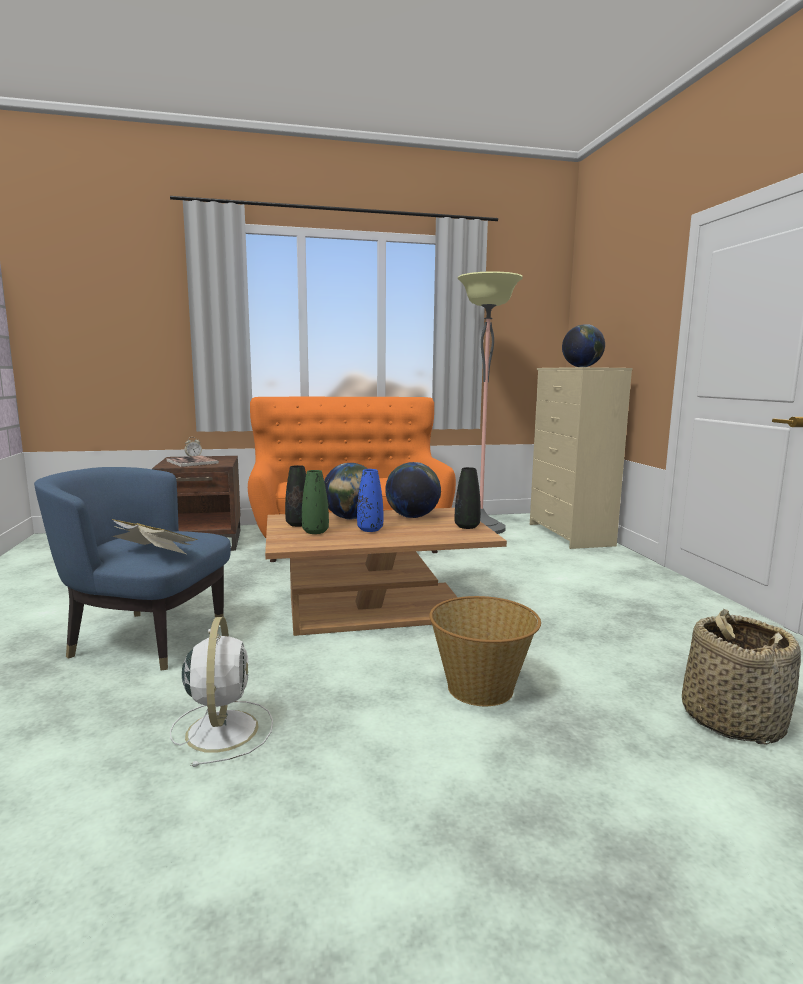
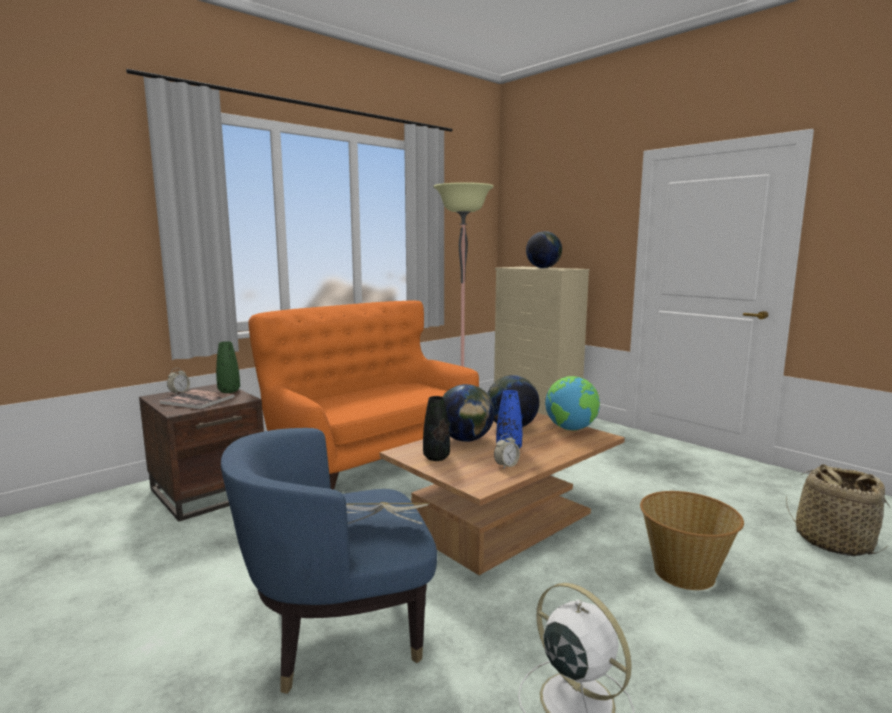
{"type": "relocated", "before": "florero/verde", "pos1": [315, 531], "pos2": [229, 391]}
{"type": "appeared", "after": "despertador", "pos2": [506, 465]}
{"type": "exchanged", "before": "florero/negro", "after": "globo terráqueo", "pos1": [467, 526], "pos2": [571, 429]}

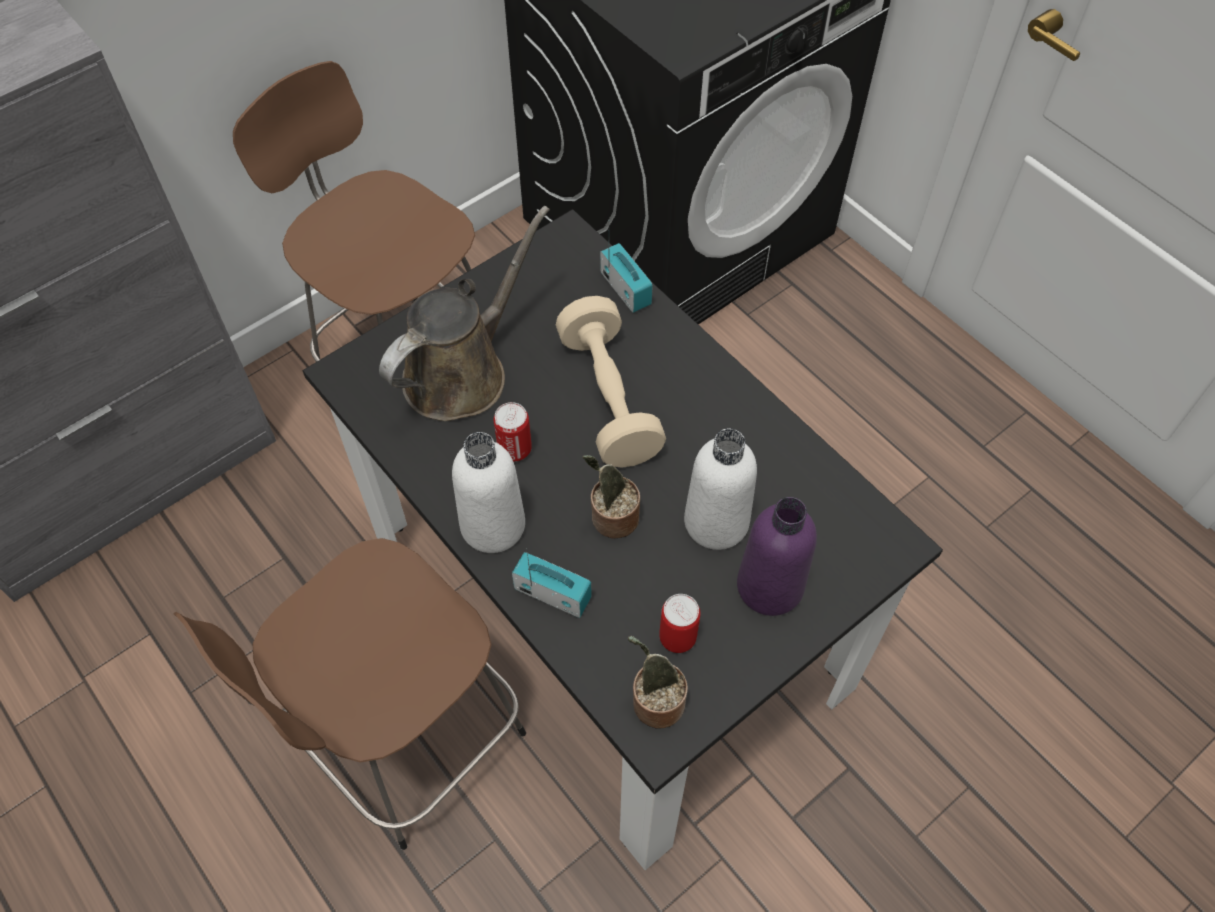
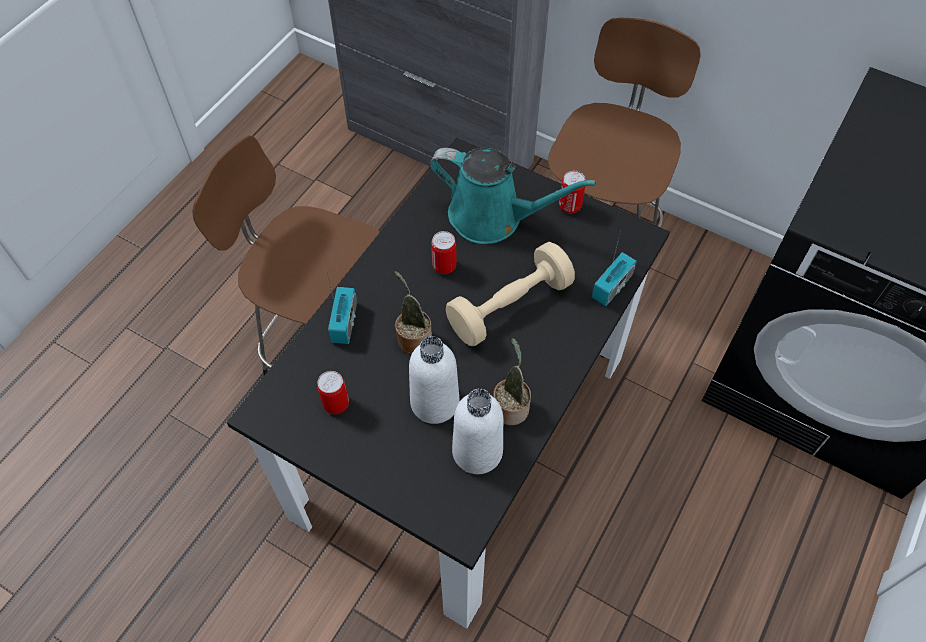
{"type": "colour", "before": "regadera/marrón", "after": "regadera/turquesa", "pos1": [462, 372], "pos2": [492, 217]}
{"type": "relocated", "before": "botella/blanco", "pos1": [493, 525], "pos2": [477, 451]}
{"type": "relocated", "before": "planta en maceta", "pos1": [654, 702], "pos2": [510, 406]}
{"type": "appeared", "after": "lata", "pos2": [570, 206]}
{"type": "missing", "before": "botella/morado", "pos1": [770, 586]}

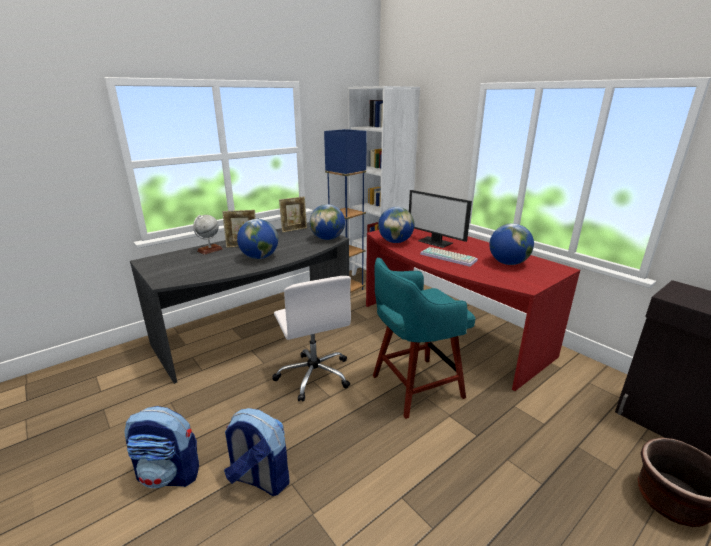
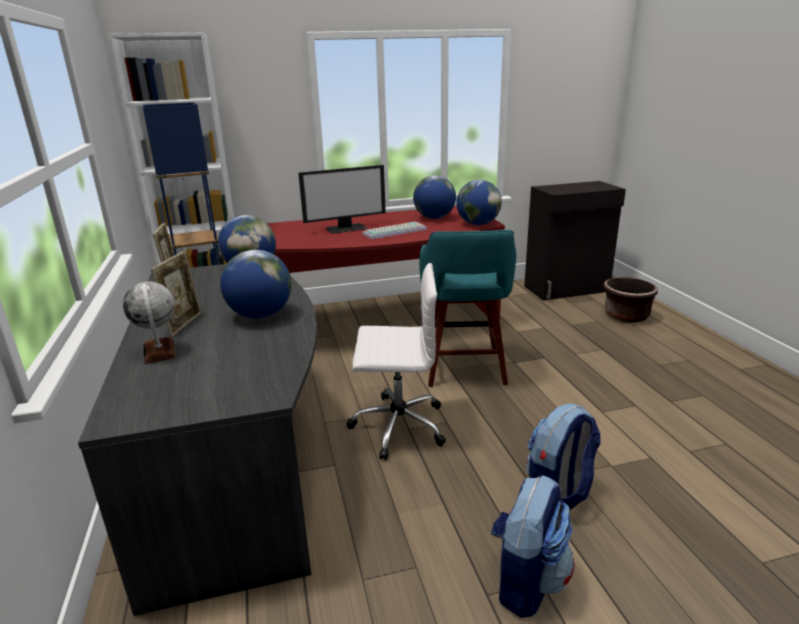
{"type": "relocated", "before": "globo terráqueo", "pos1": [395, 242], "pos2": [478, 224]}

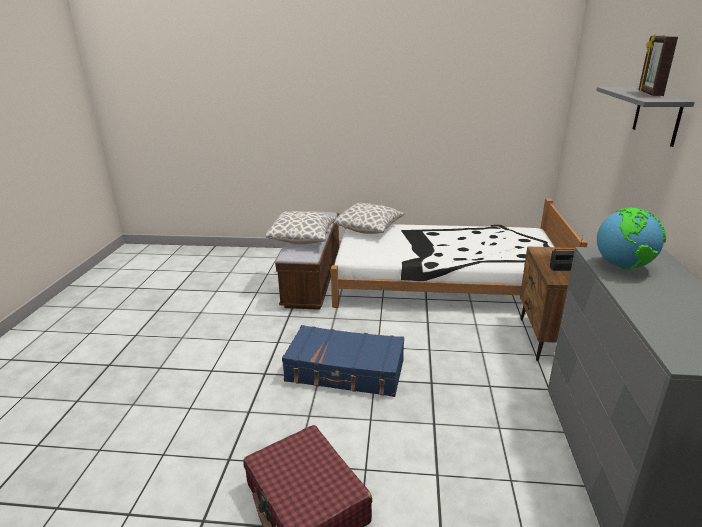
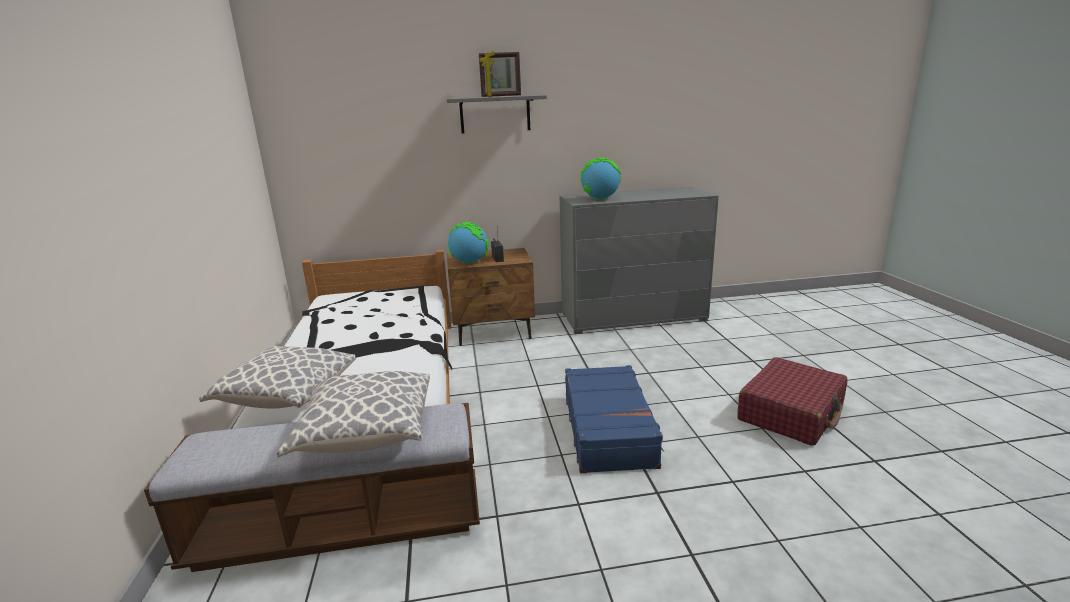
{"type": "appeared", "after": "globo terráqueo", "pos2": [469, 262]}

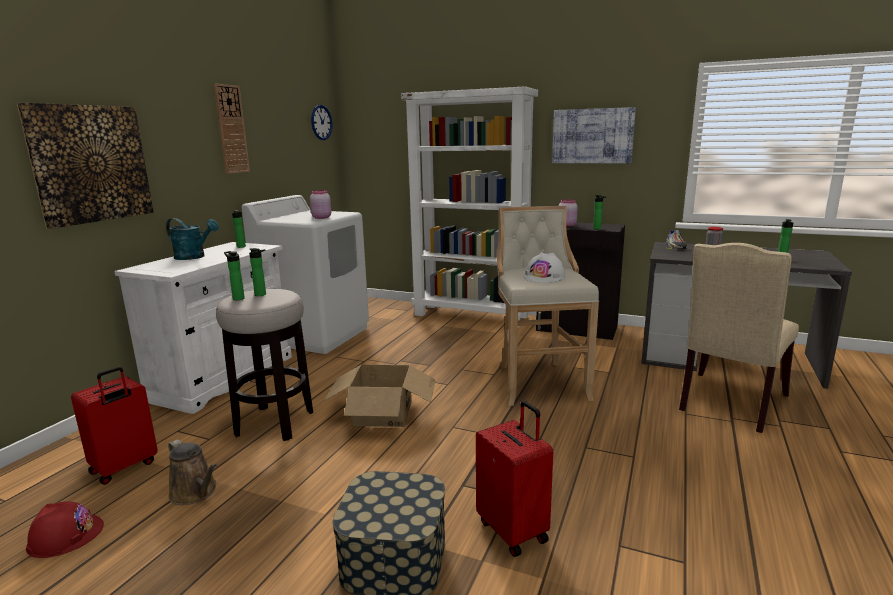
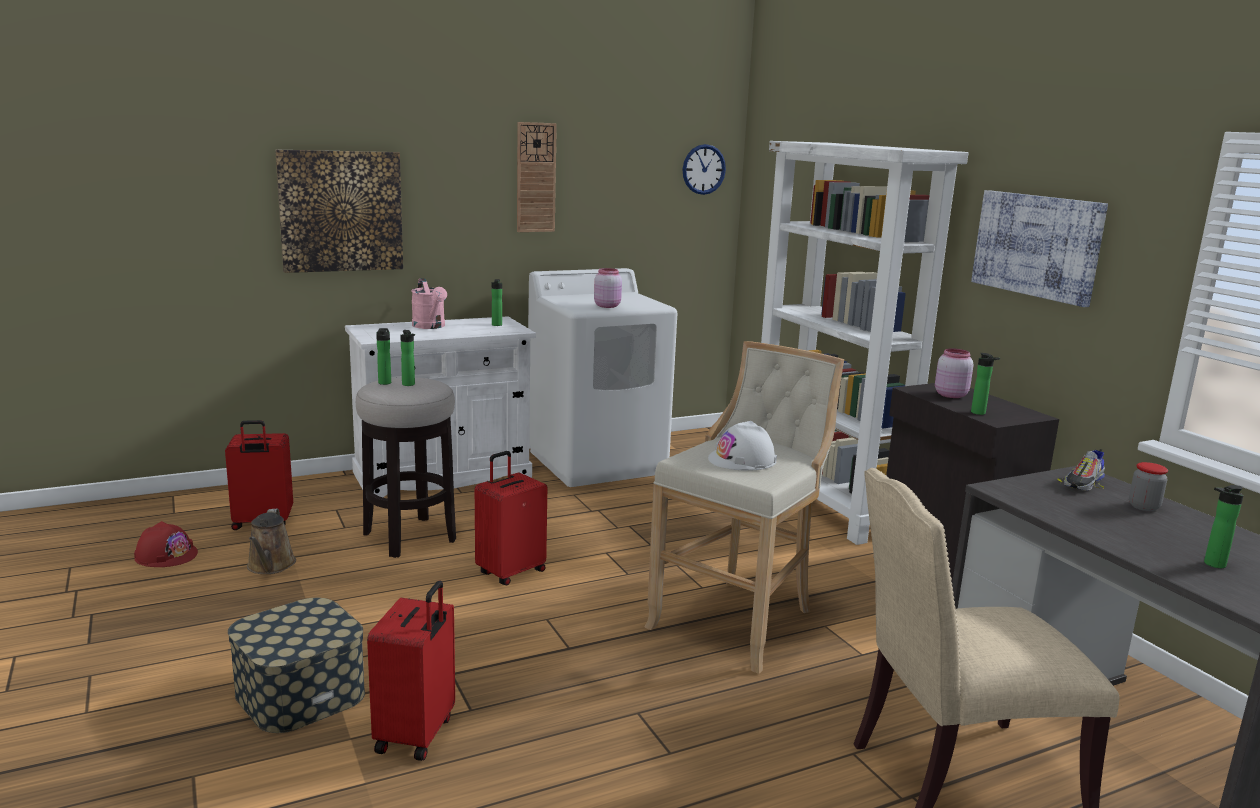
{"type": "colour", "before": "regadera/turquesa", "after": "regadera/rosa", "pos1": [194, 257], "pos2": [430, 326]}
{"type": "exchanged", "before": "caja de cartón", "after": "maleta/rojo", "pos1": [383, 413], "pos2": [510, 572]}

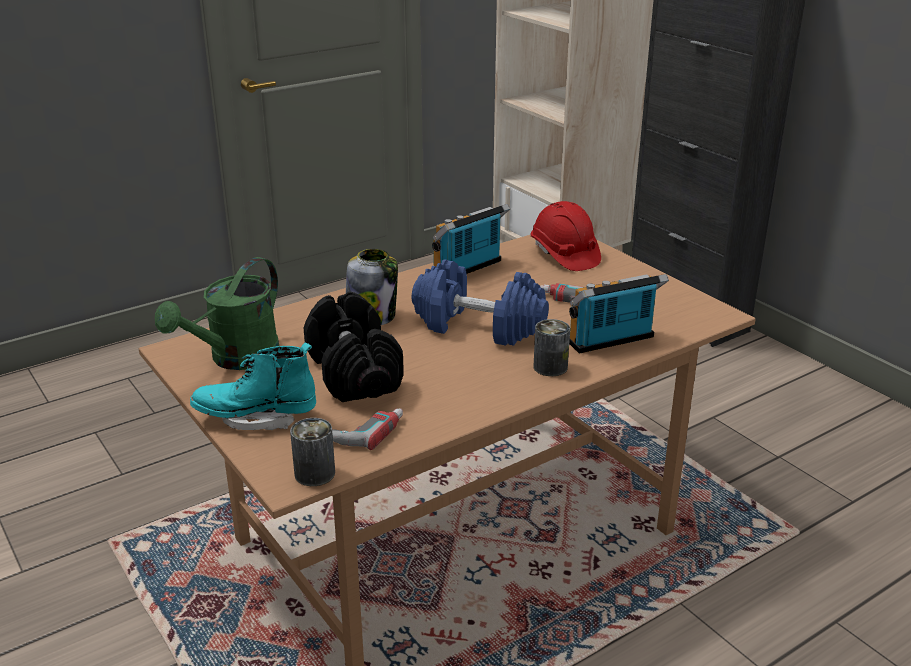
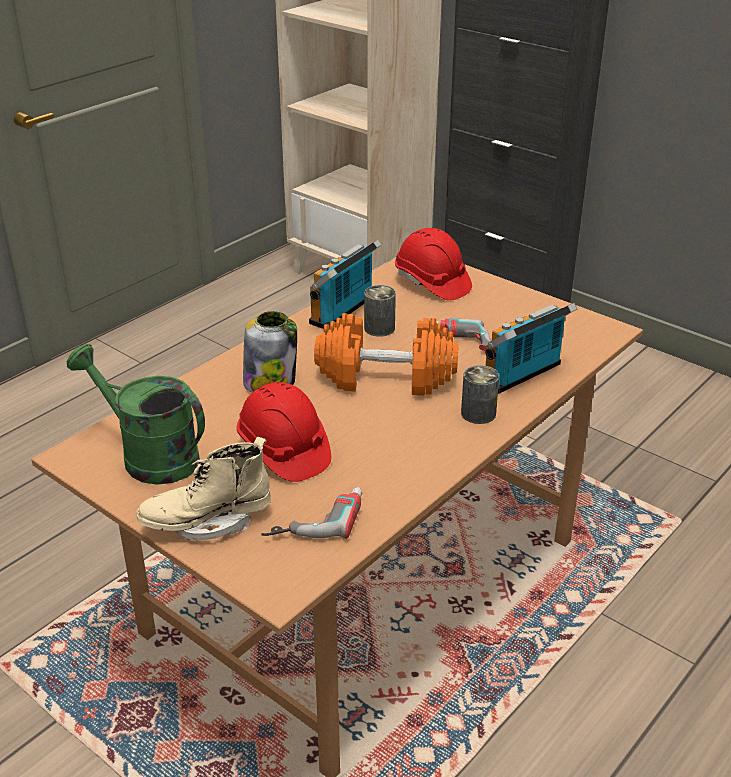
{"type": "spun", "before": "regadera/verde", "pos1": [236, 359], "pos2": [149, 455], "turn": 105}
{"type": "colour", "before": "bota/turquesa", "after": "bota/beis", "pos1": [256, 417], "pos2": [207, 522]}
{"type": "exchanged", "before": "mancuerna/negro", "after": "casco/rojo", "pos1": [353, 372], "pos2": [283, 451]}
{"type": "colour", "before": "mancuerna/azul", "after": "mancuerna/naranja", "pos1": [478, 326], "pos2": [385, 378]}
{"type": "relocated", "before": "lata", "pos1": [314, 473], "pos2": [379, 328]}

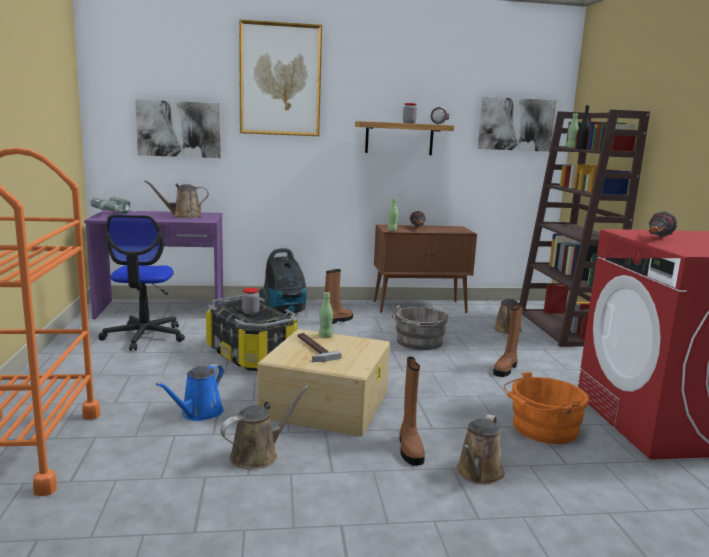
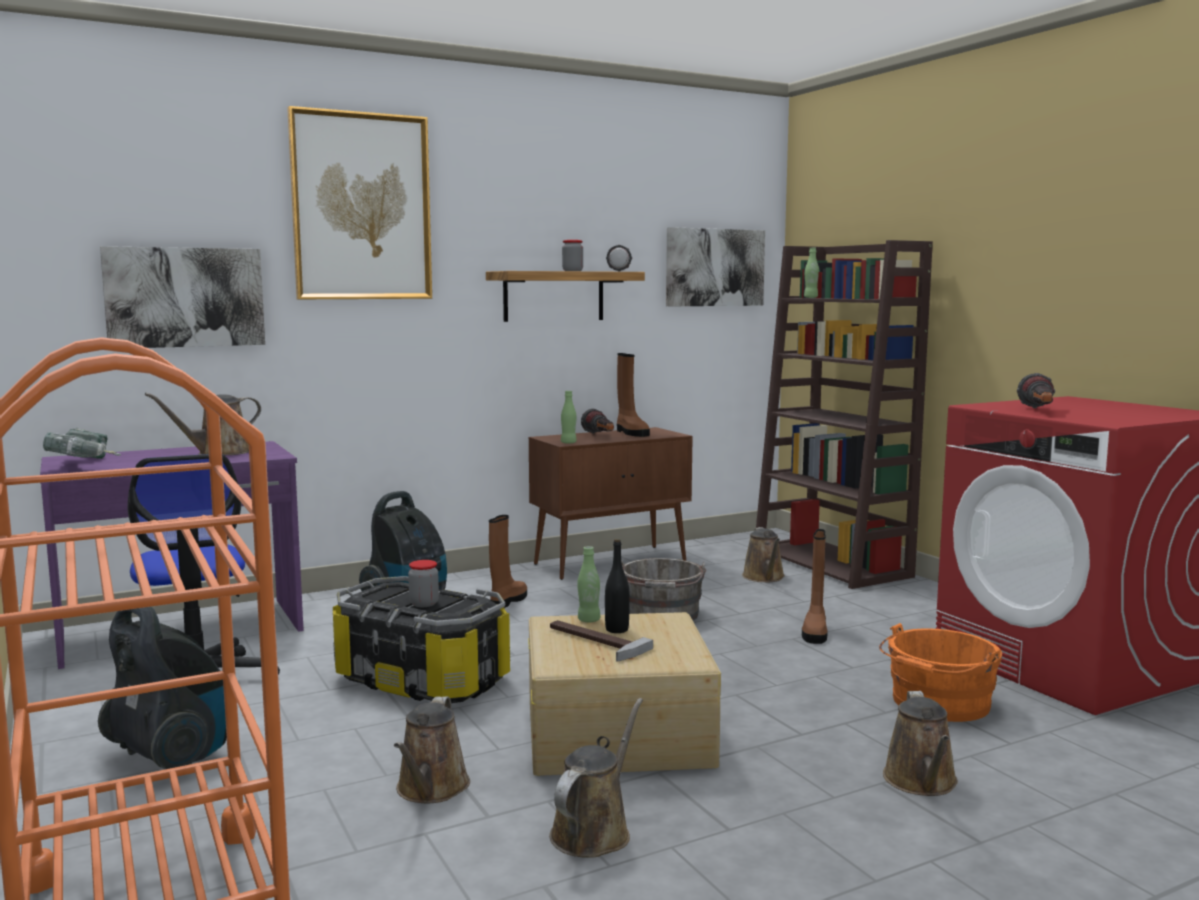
{"type": "appeared", "after": "aspiradora", "pos2": [171, 757]}
{"type": "colour", "before": "regadera/azul", "after": "regadera/marrón", "pos1": [199, 413], "pos2": [431, 789]}
{"type": "relocated", "before": "botella/negro", "pos1": [581, 149], "pos2": [617, 629]}
{"type": "relocated", "before": "bota/marrón", "pos1": [409, 448], "pos2": [631, 433]}

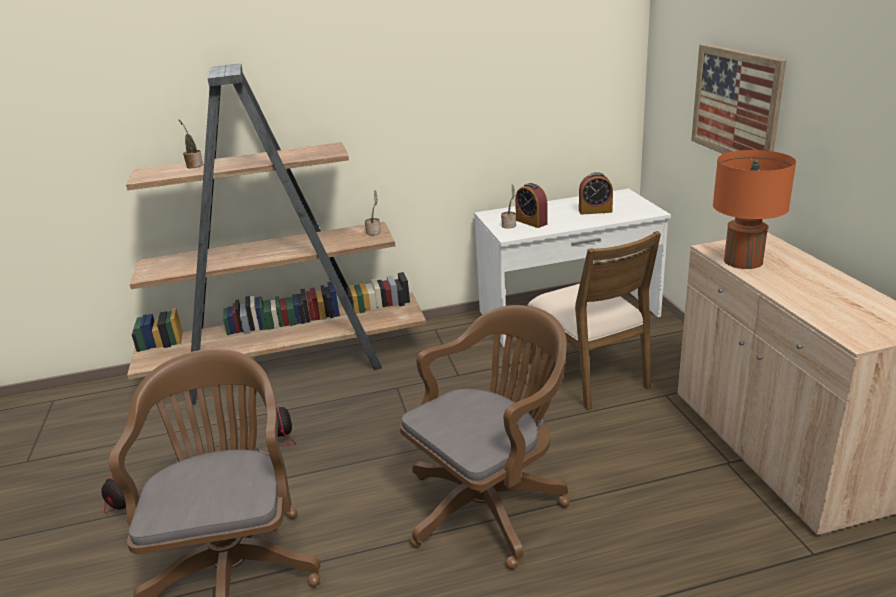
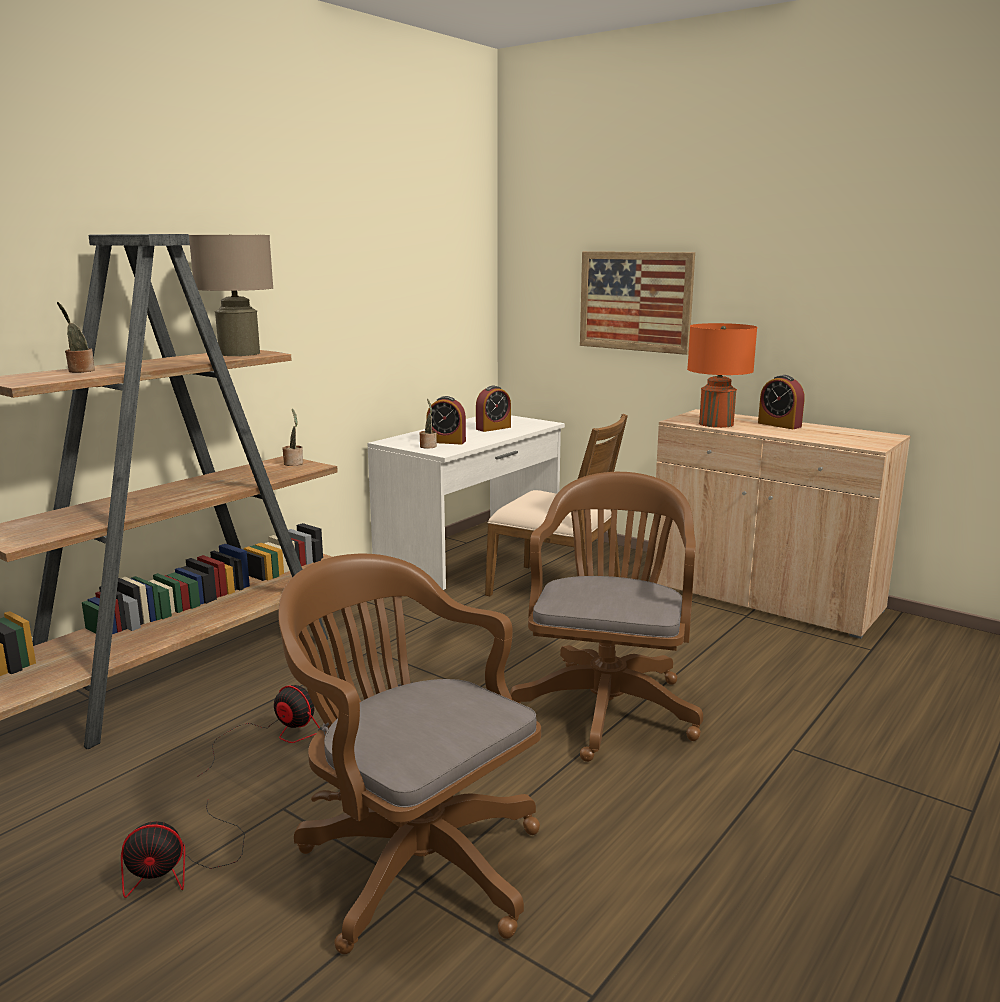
{"type": "appeared", "after": "lámpara de mesa/beis", "pos2": [239, 353]}
{"type": "appeared", "after": "despertador", "pos2": [779, 425]}

